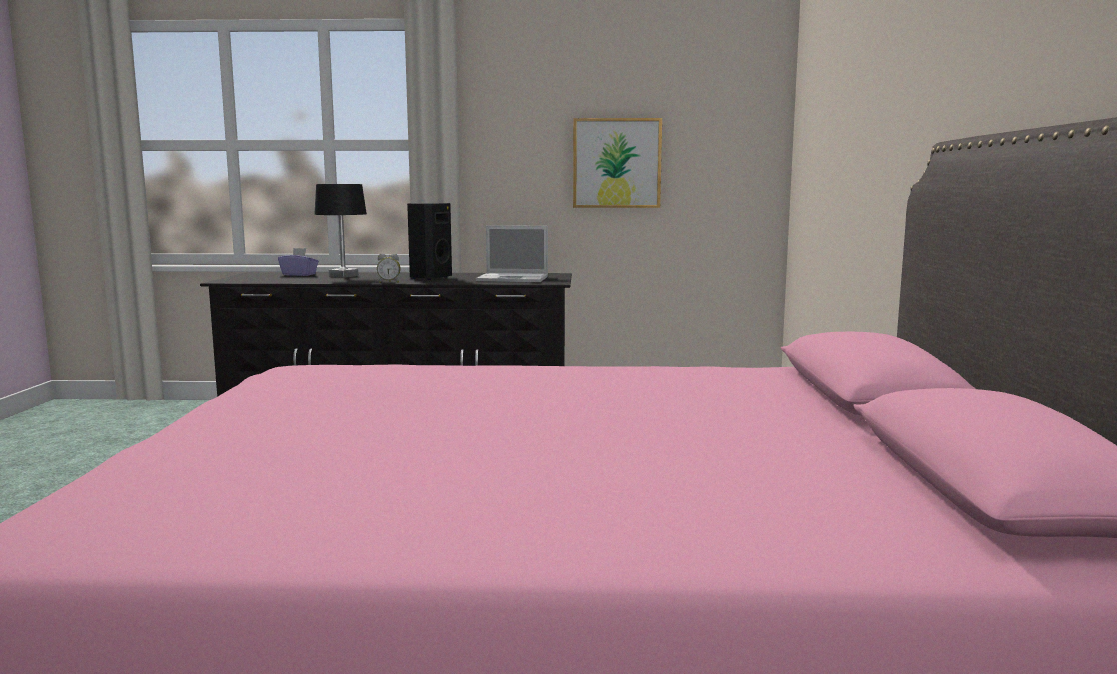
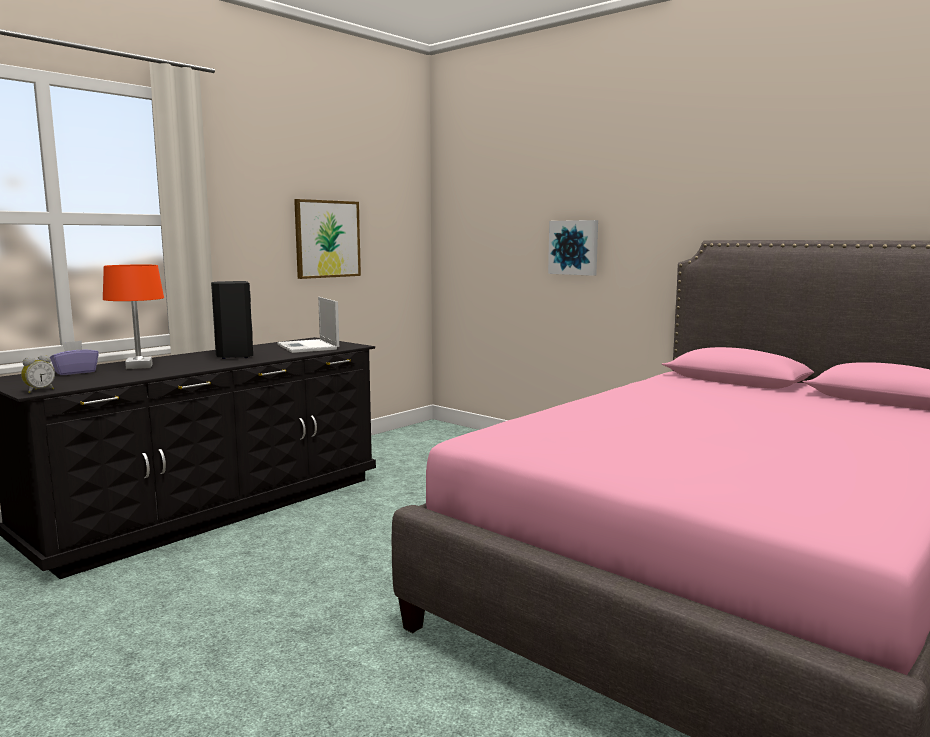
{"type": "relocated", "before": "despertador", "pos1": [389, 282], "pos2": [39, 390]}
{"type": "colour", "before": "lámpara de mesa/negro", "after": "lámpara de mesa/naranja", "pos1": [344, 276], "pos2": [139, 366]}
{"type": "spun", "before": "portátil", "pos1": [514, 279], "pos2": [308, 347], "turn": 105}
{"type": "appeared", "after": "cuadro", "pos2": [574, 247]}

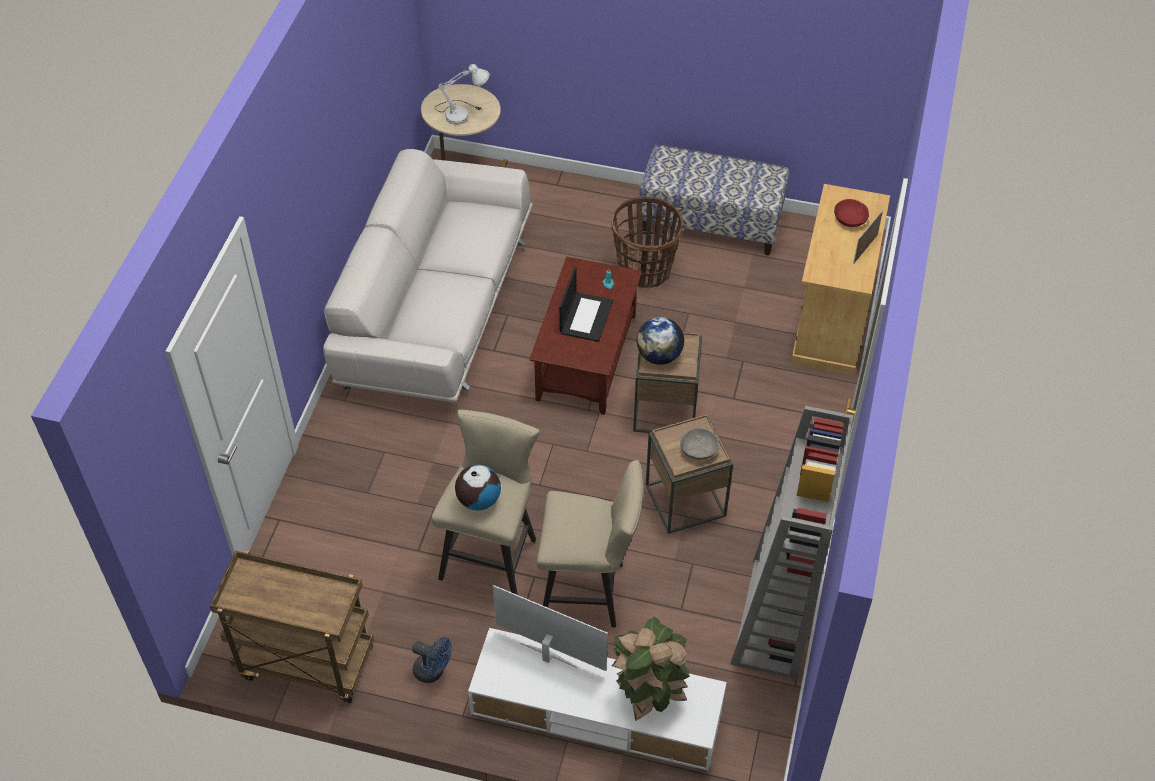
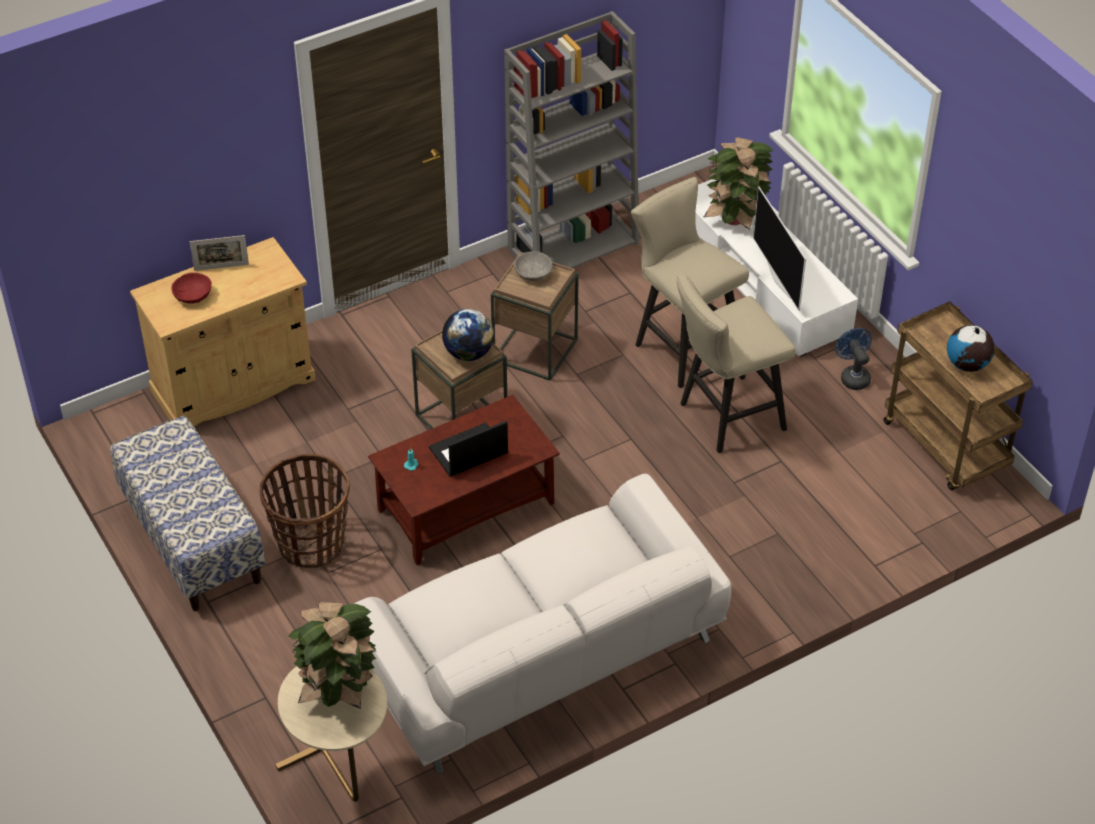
{"type": "exchanged", "before": "lámpara de mesa/blanco", "after": "planta en maceta", "pos1": [462, 113], "pos2": [338, 692]}
{"type": "relocated", "before": "globo terráqueo", "pos1": [478, 500], "pos2": [967, 365]}

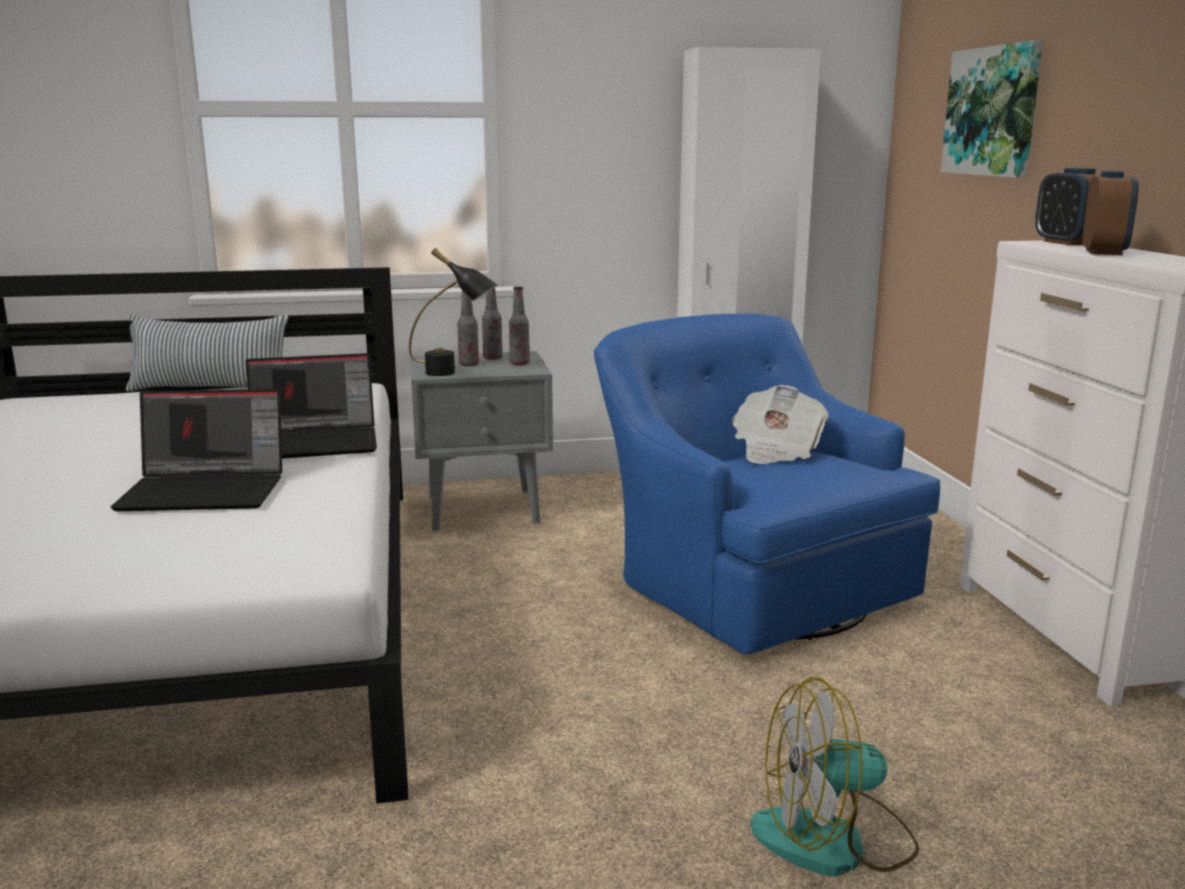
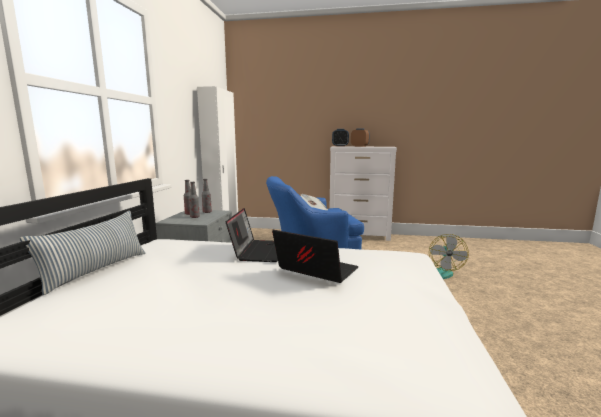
{"type": "spun", "before": "portátil", "pos1": [207, 491], "pos2": [314, 271], "turn": -75}
{"type": "missing", "before": "lámpara de mesa/negro", "pos1": [454, 373]}
{"type": "missing", "before": "cuadro", "pos1": [993, 111]}

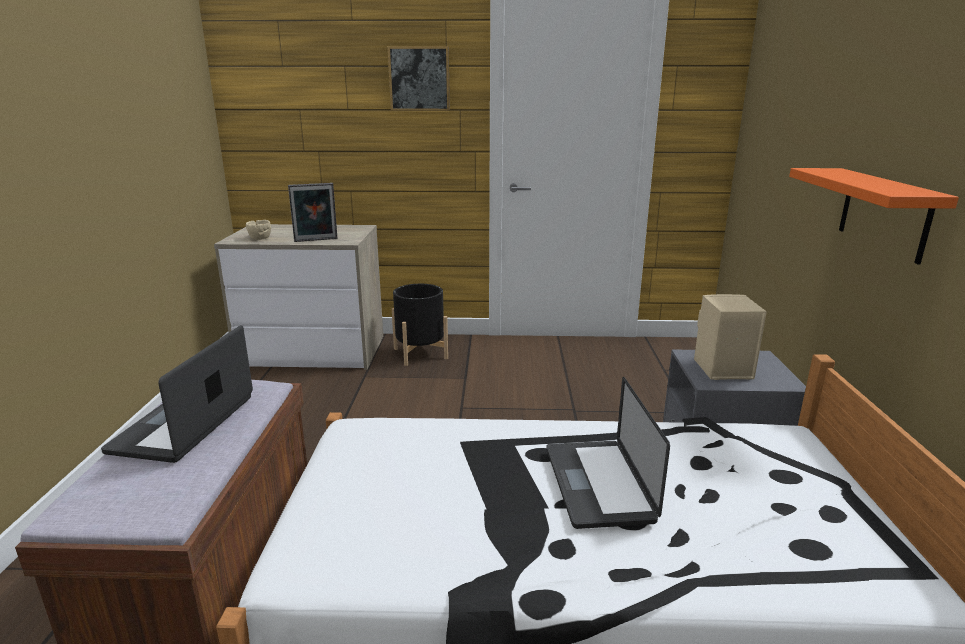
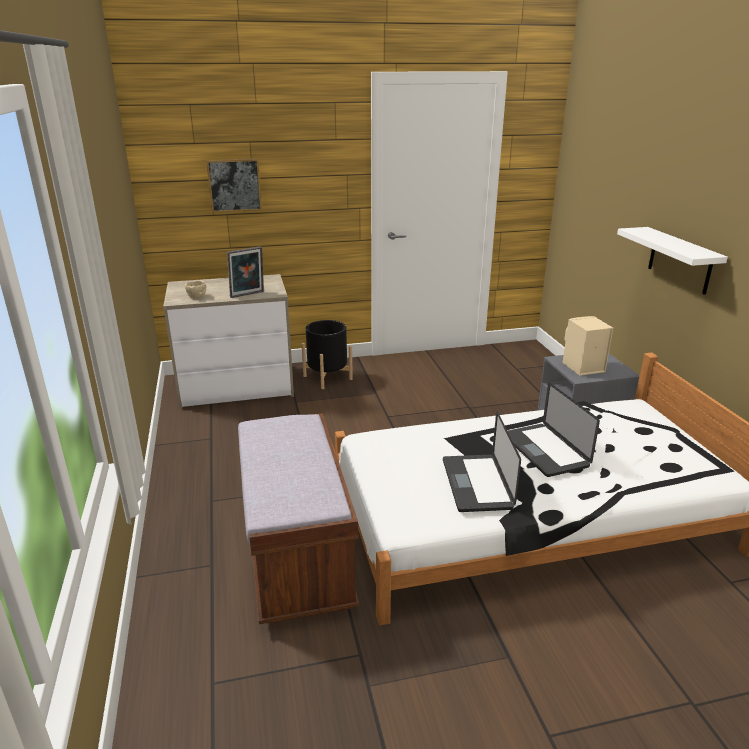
{"type": "relocated", "before": "cuadro", "pos1": [419, 79], "pos2": [234, 185]}
{"type": "relocated", "before": "portátil", "pos1": [184, 424], "pos2": [476, 484]}
{"type": "colour", "before": "estante/naranja", "after": "estante/blanco", "pos1": [884, 213], "pos2": [680, 260]}

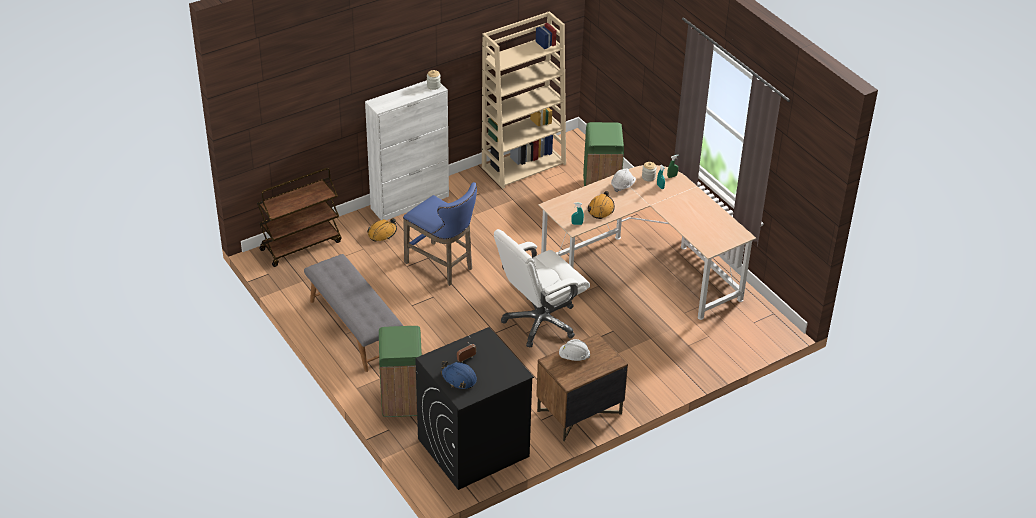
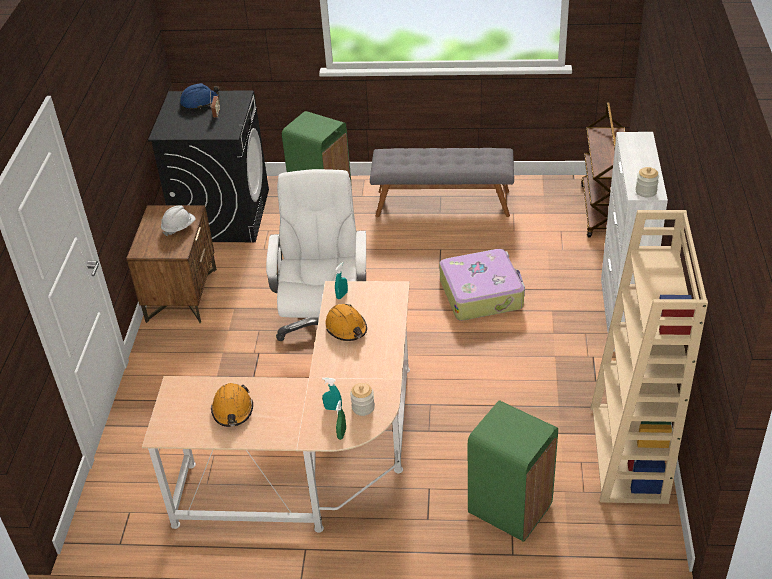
{"type": "relocated", "before": "casco/naranja", "pos1": [382, 233], "pos2": [233, 410]}
{"type": "exchanged", "before": "taburete/azul", "after": "maleta", "pos1": [442, 266], "pos2": [482, 293]}
{"type": "missing", "before": "casco/blanco", "pos1": [622, 185]}

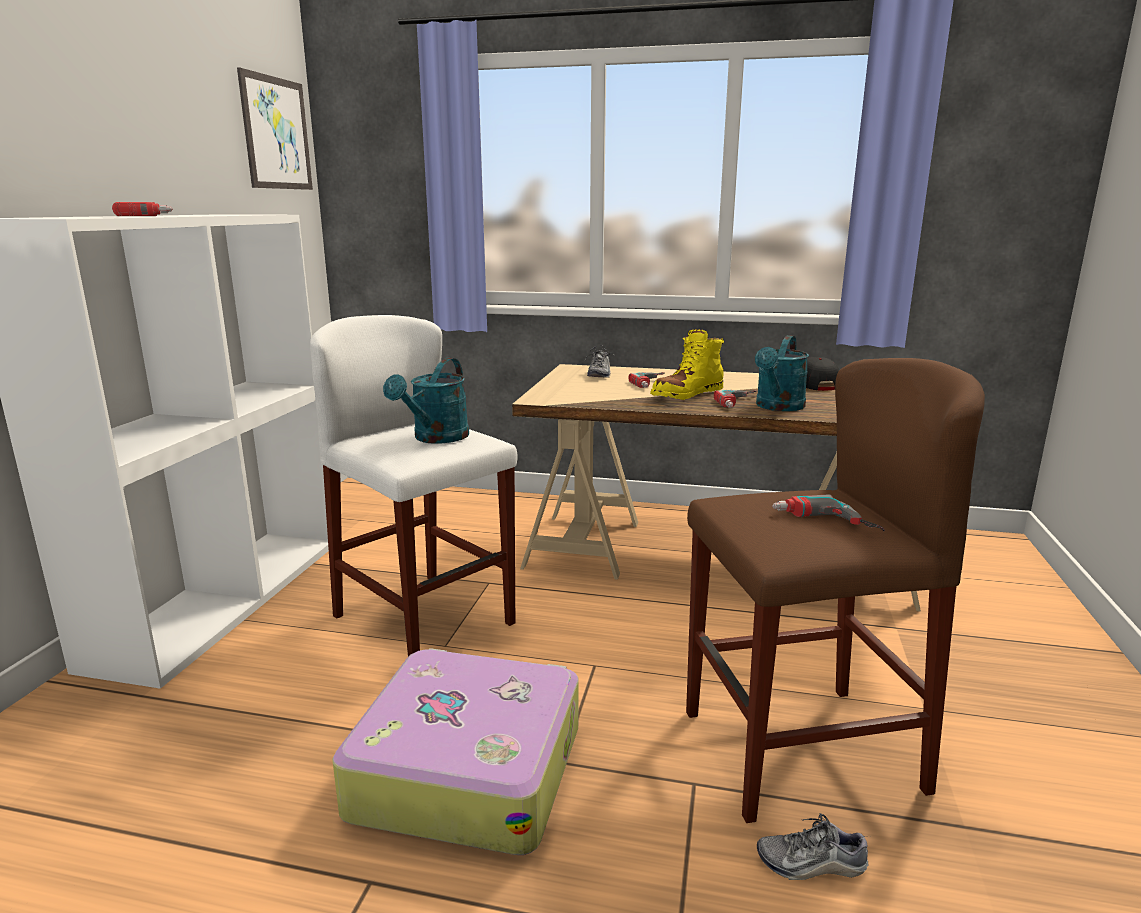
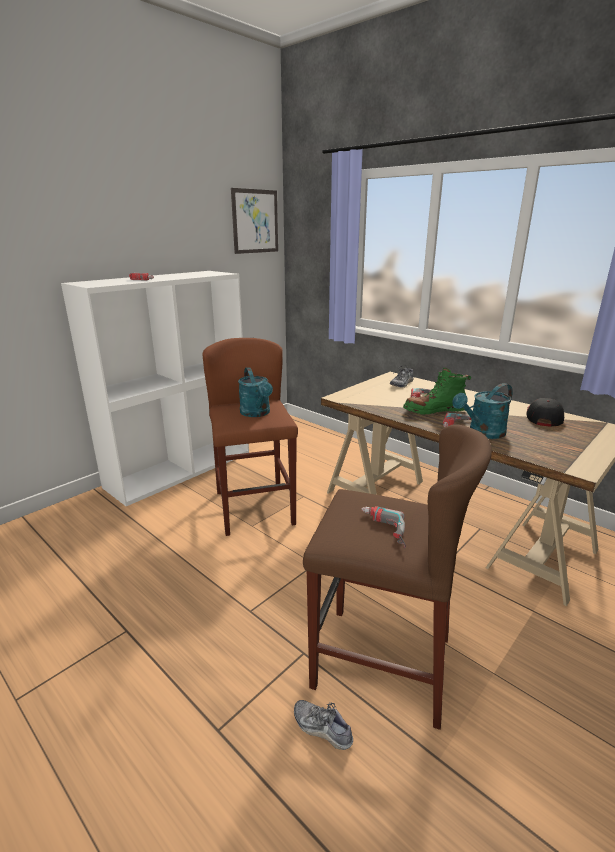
{"type": "colour", "before": "taburete/blanco", "after": "taburete/marrón", "pos1": [424, 620], "pos2": [254, 508]}
{"type": "spun", "before": "regadera/turquesa", "pos1": [436, 438], "pos2": [257, 413], "turn": -75}
{"type": "colour", "before": "bota/amarillo", "after": "bota/verde", "pos1": [687, 395], "pos2": [434, 410]}
{"type": "missing", "before": "maleta", "pos1": [467, 768]}

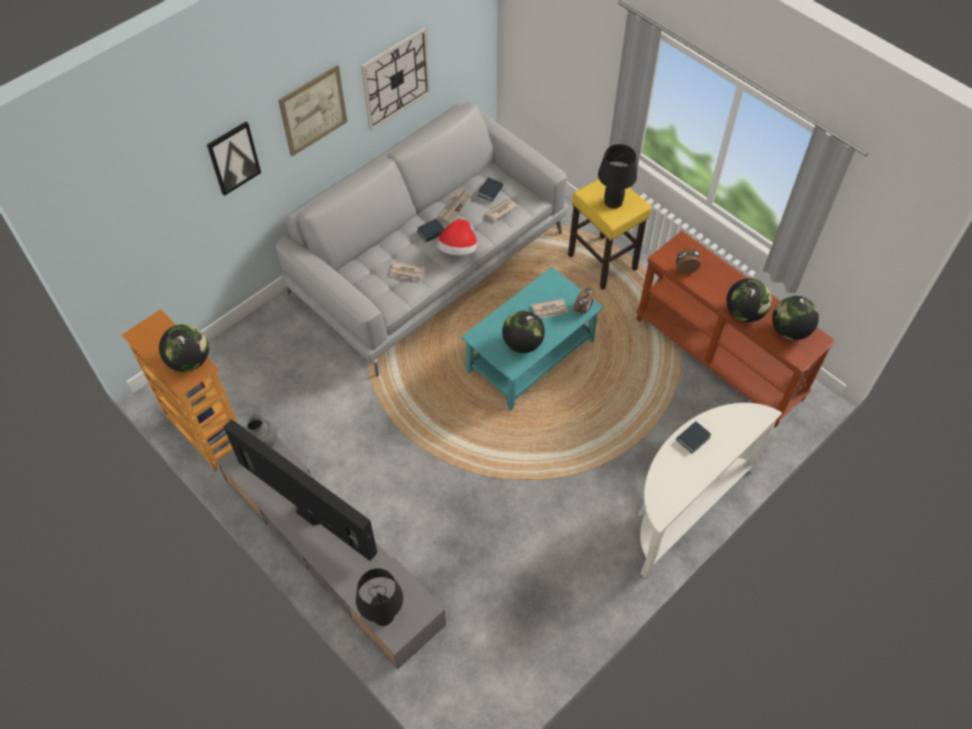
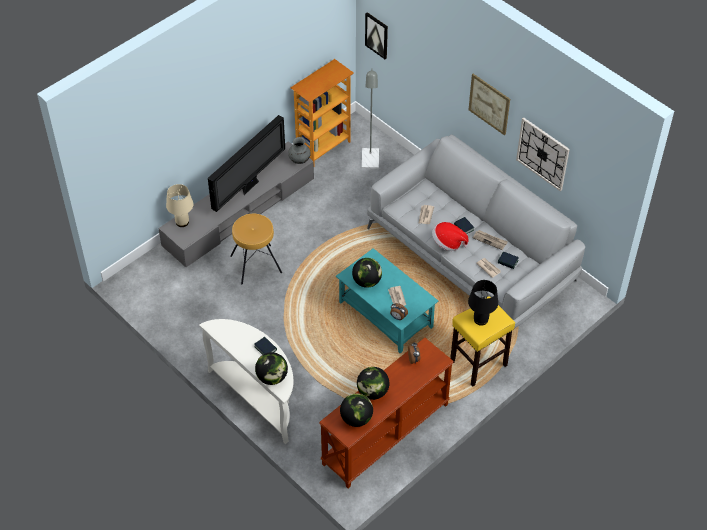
{"type": "colour", "before": "lámpara de mesa/negro", "after": "lámpara de mesa/beis", "pos1": [382, 615], "pos2": [182, 222]}
{"type": "appeared", "after": "taburete/marrón", "pos2": [255, 264]}
{"type": "relocated", "before": "globo terráqueo", "pos1": [189, 361], "pos2": [272, 377]}
{"type": "appeared", "after": "lámpara de pie/gris", "pos2": [370, 163]}
{"type": "relocated", "before": "cuadro", "pos1": [233, 158], "pos2": [377, 35]}

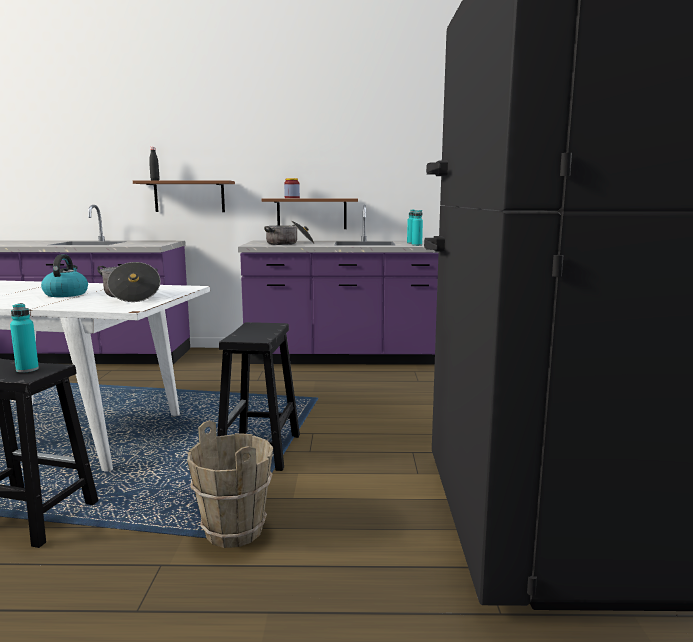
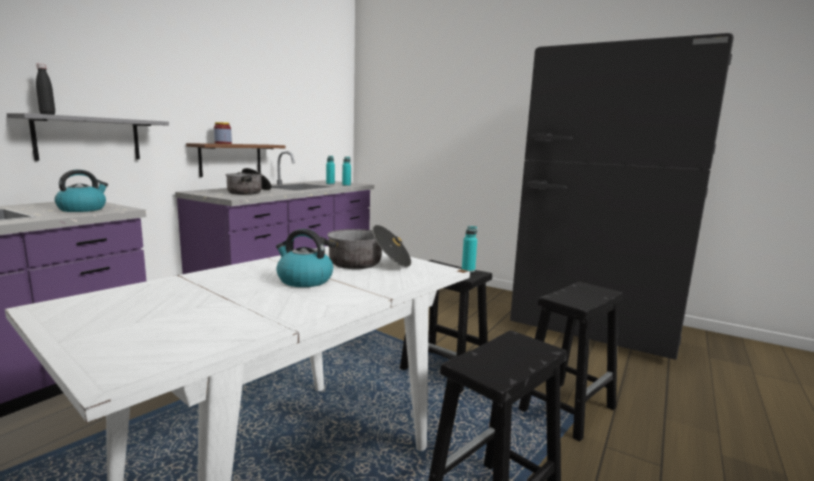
{"type": "colour", "before": "estante/marrón", "after": "estante/gris", "pos1": [189, 196], "pos2": [89, 138]}
{"type": "appeared", "after": "hervidor", "pos2": [83, 209]}
{"type": "relocated", "before": "botella/turquesa", "pos1": [27, 369], "pos2": [468, 270]}
{"type": "exchanged", "before": "cubo/marrón", "after": "taburete/negro", "pos1": [235, 530], "pos2": [568, 408]}

